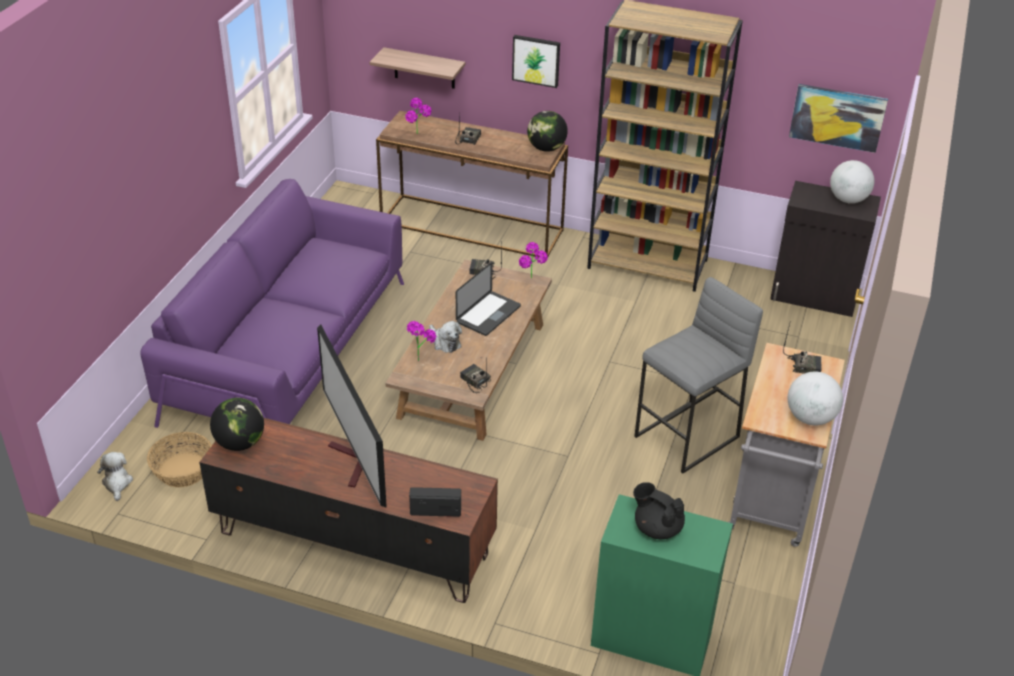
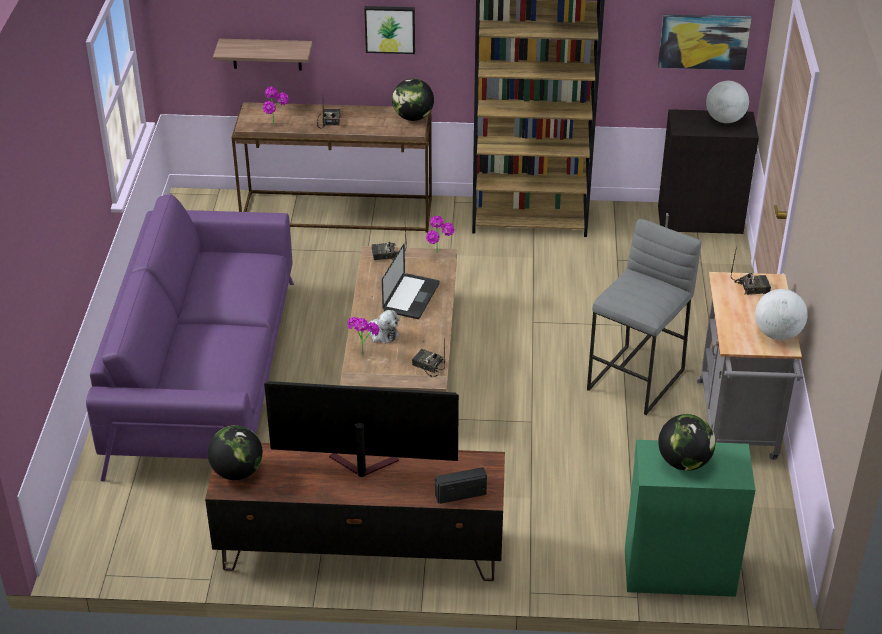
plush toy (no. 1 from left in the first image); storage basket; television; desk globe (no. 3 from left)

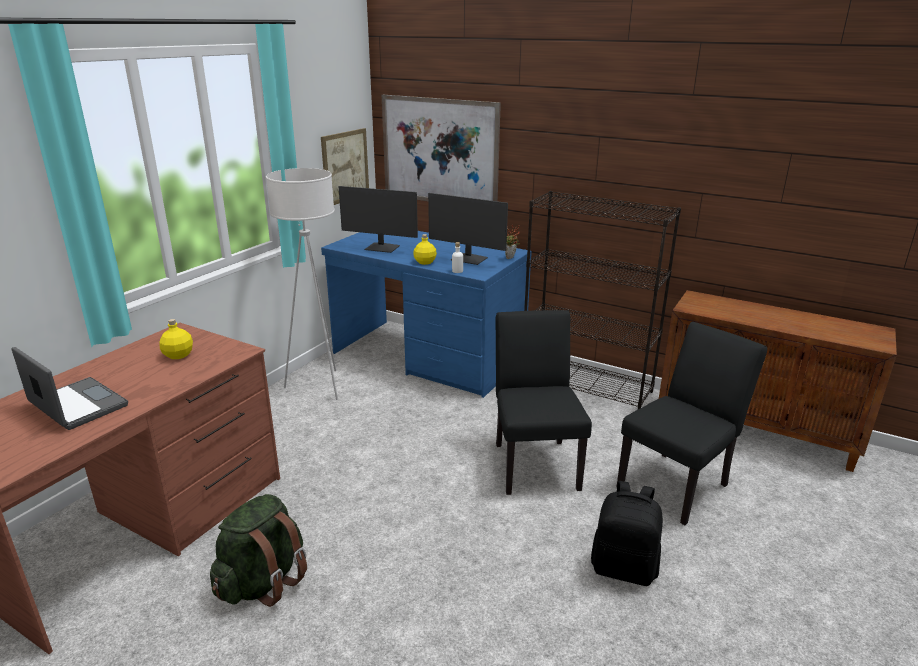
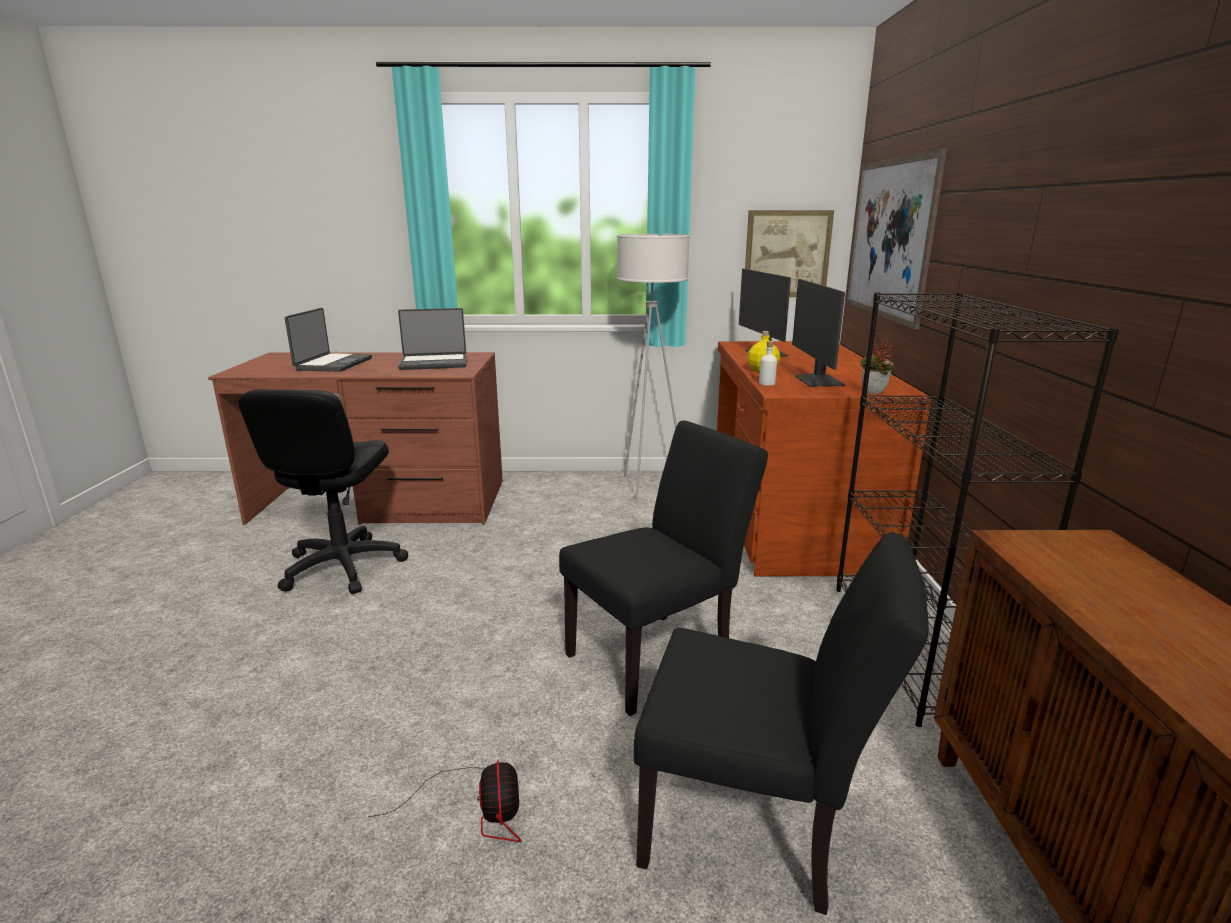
portable computer (no. 2 from left); computer chair (blackish); desk unit (brownish) (no. 2 from left); fan

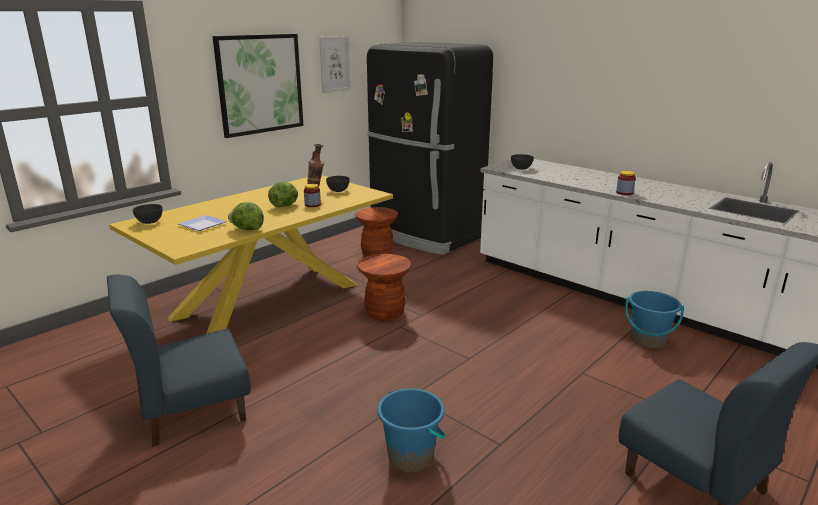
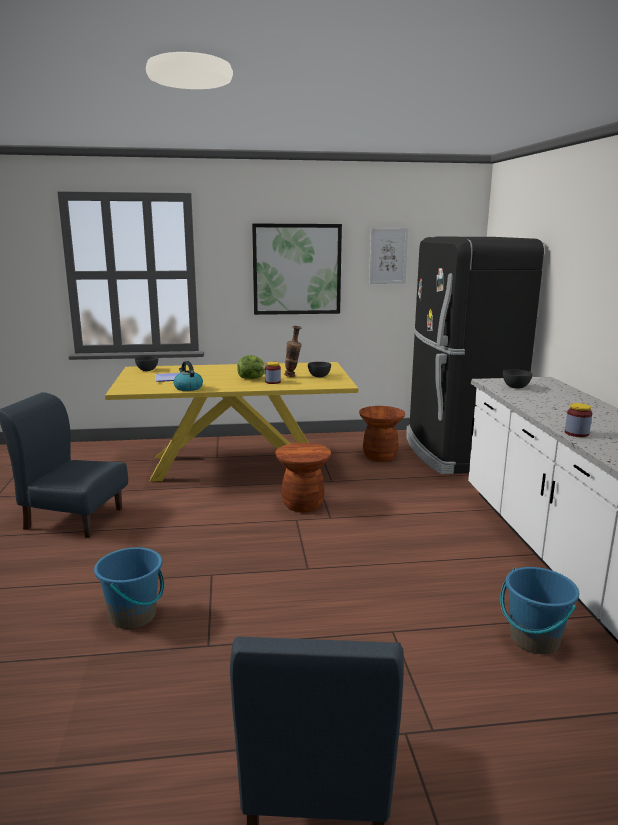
kettle

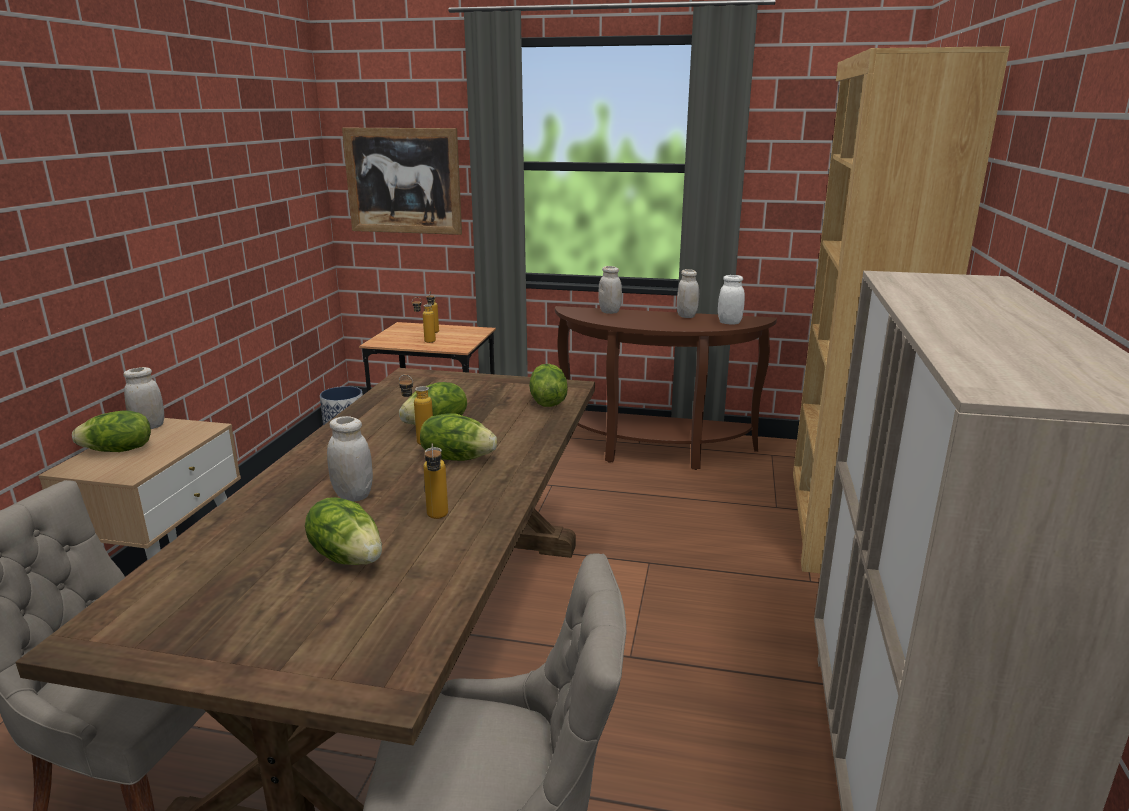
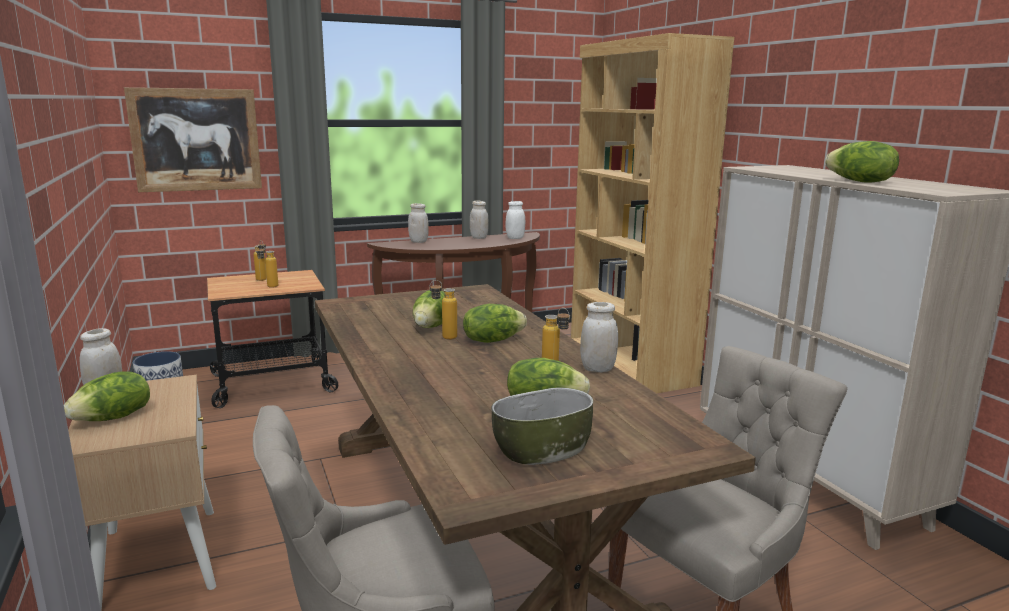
storage jar (white) (no. 5 from left); lettuce head (no. 5 from left); serving bowl

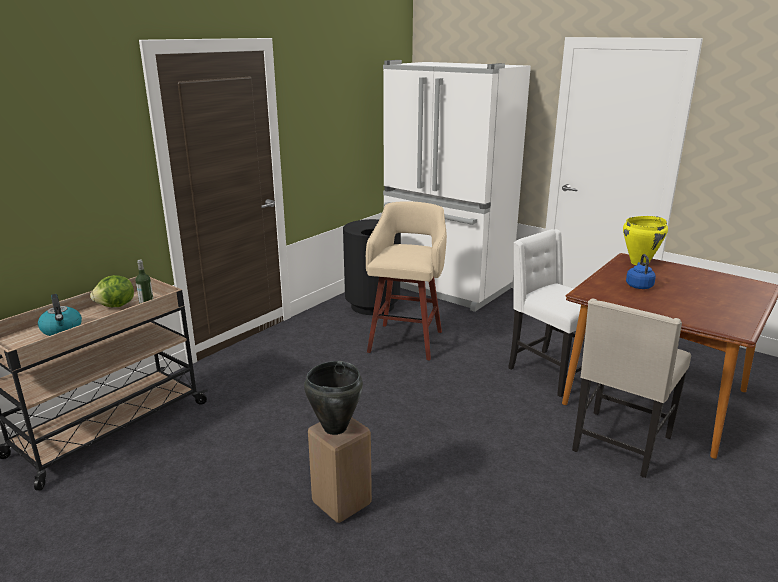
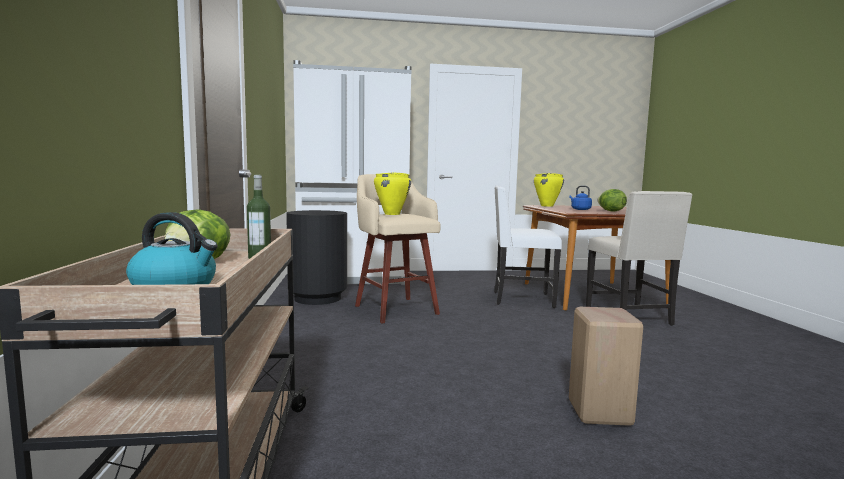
stockpot (blackish); stockpot (yellowish) (no. 1 from left); lettuce head (no. 2 from left)

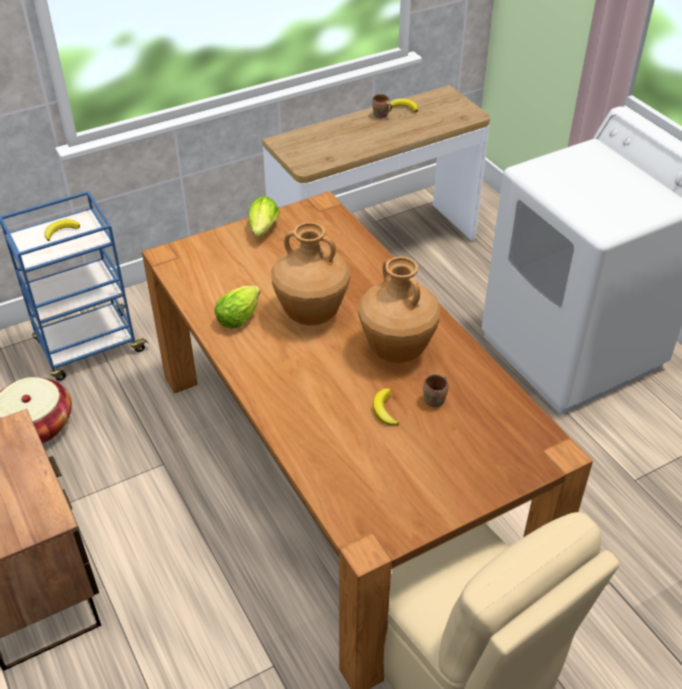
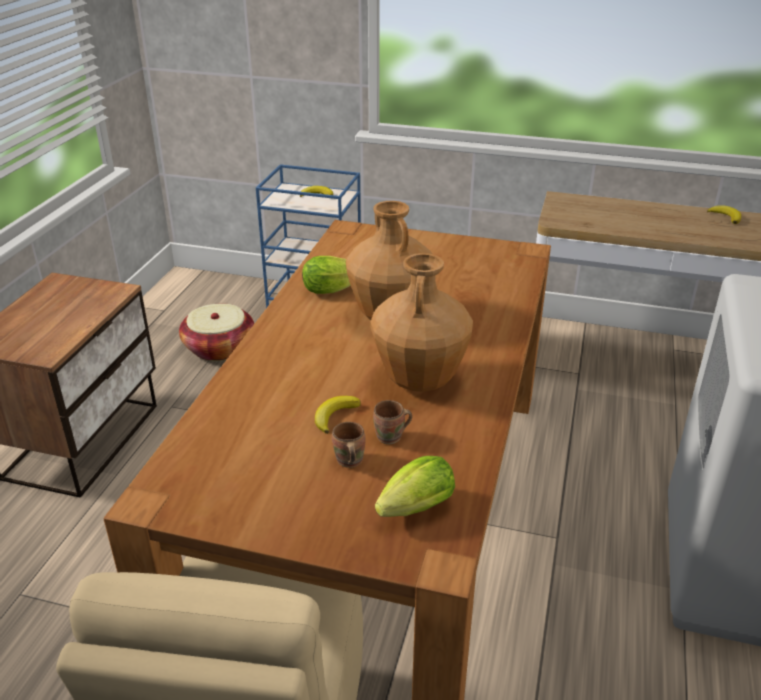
lettuce head (no. 2 from left); coffee mug (brownish) (no. 1 from left)

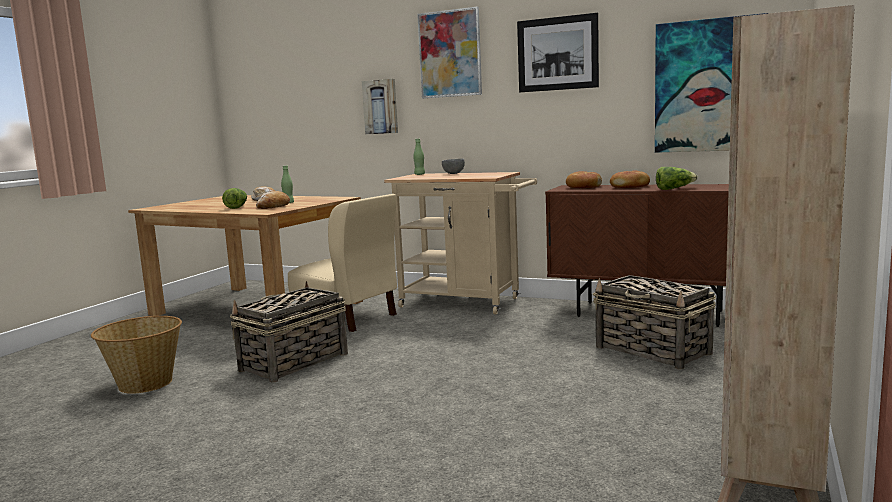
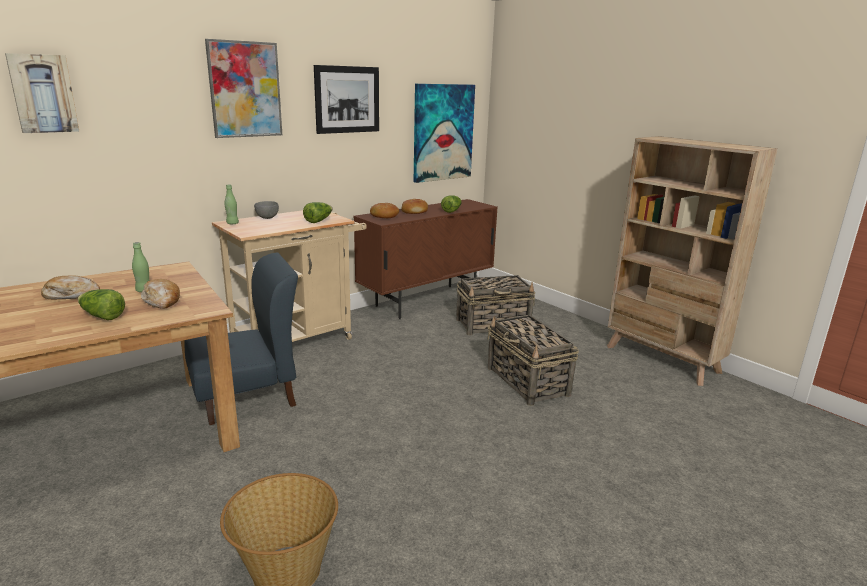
storage basket (no. 3 from left); chair (blue-coloured); wall art (no. 1 from left); lettuce head (no. 2 from left)

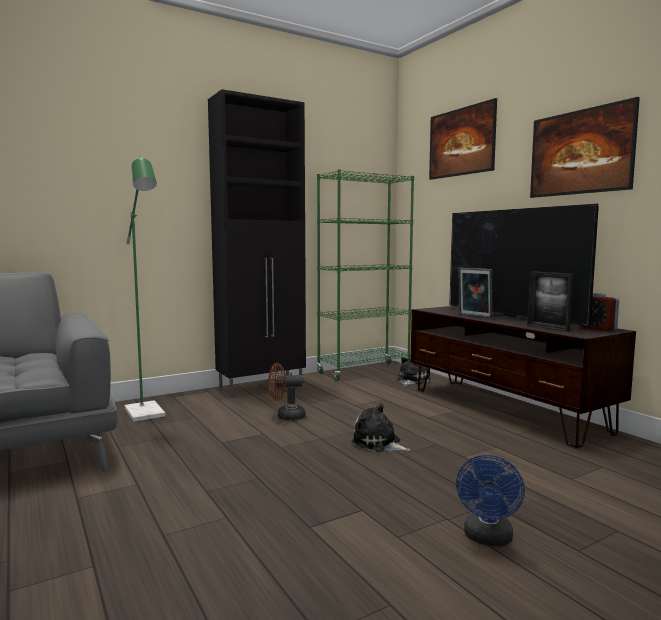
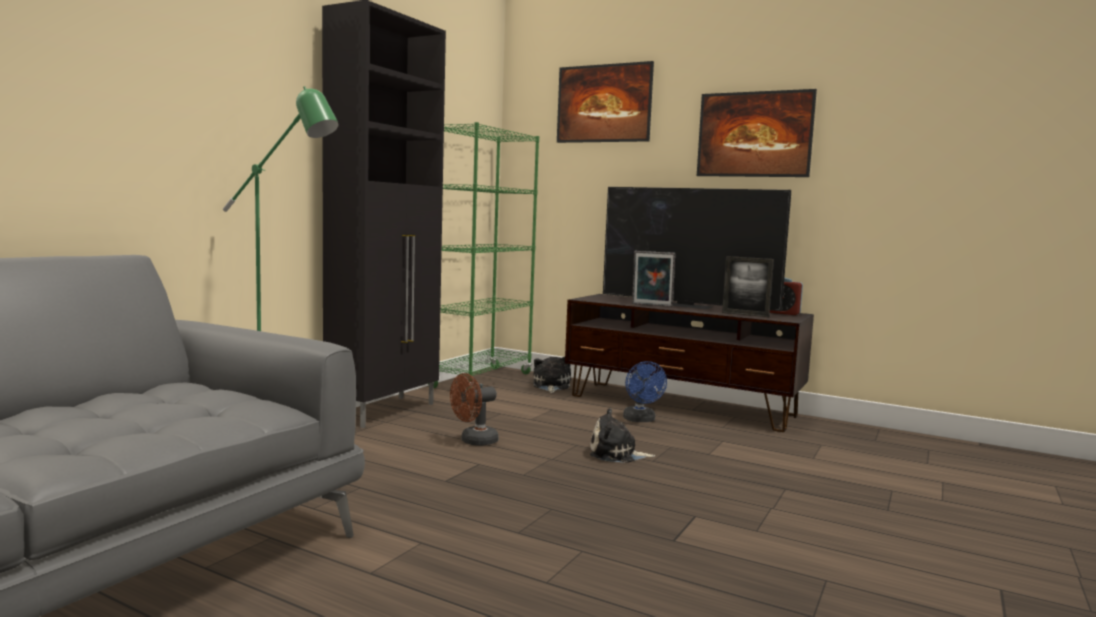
fan (blue-coloured)

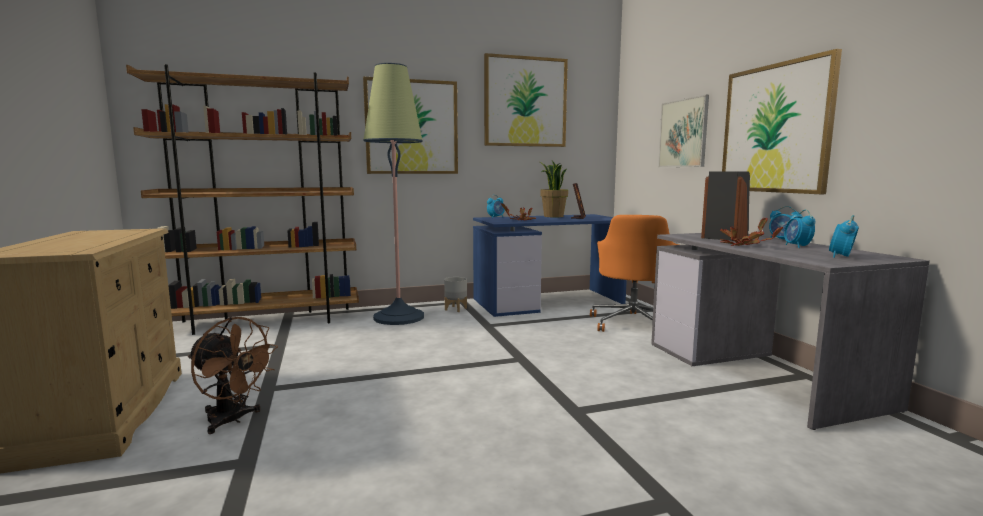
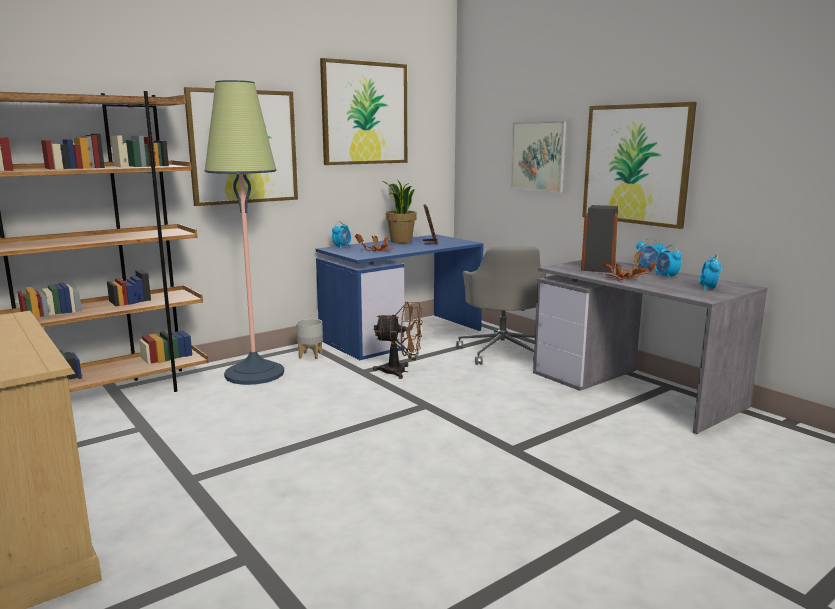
fan (brownish); computer chair (gray)

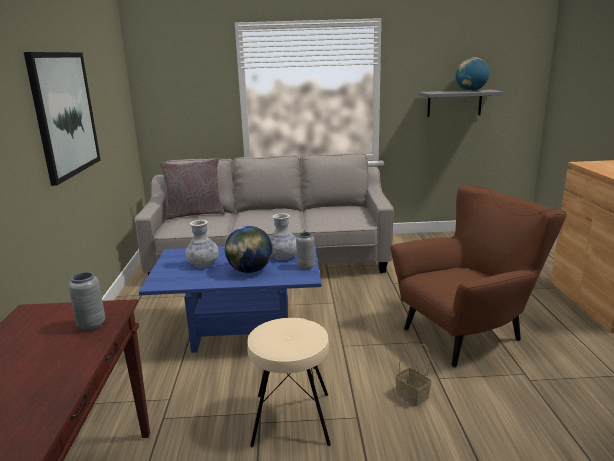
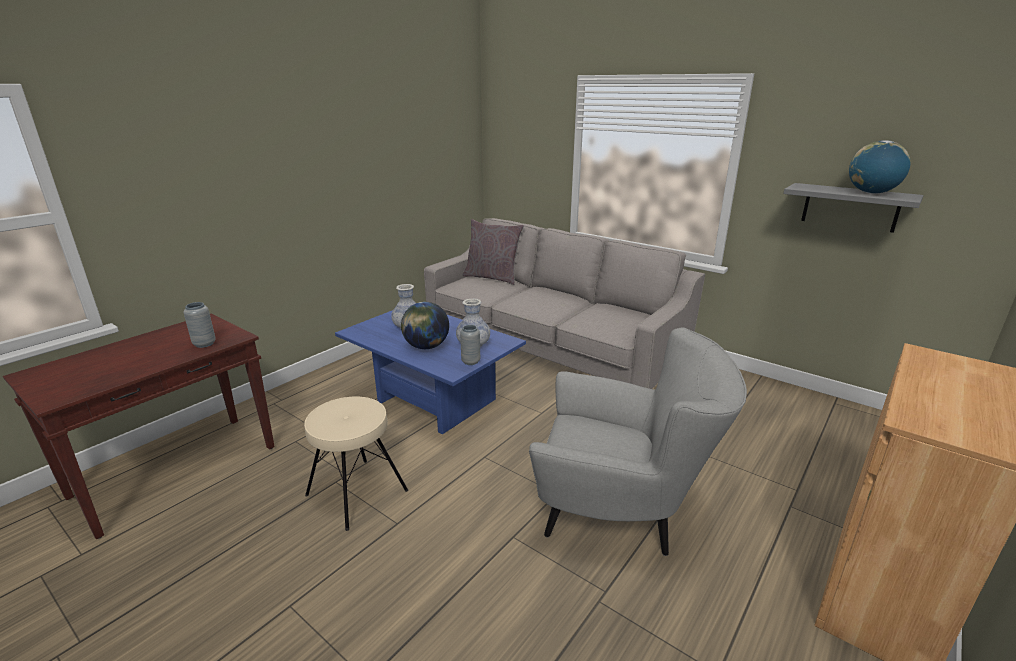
wall art; armchair (gray); storage basket

